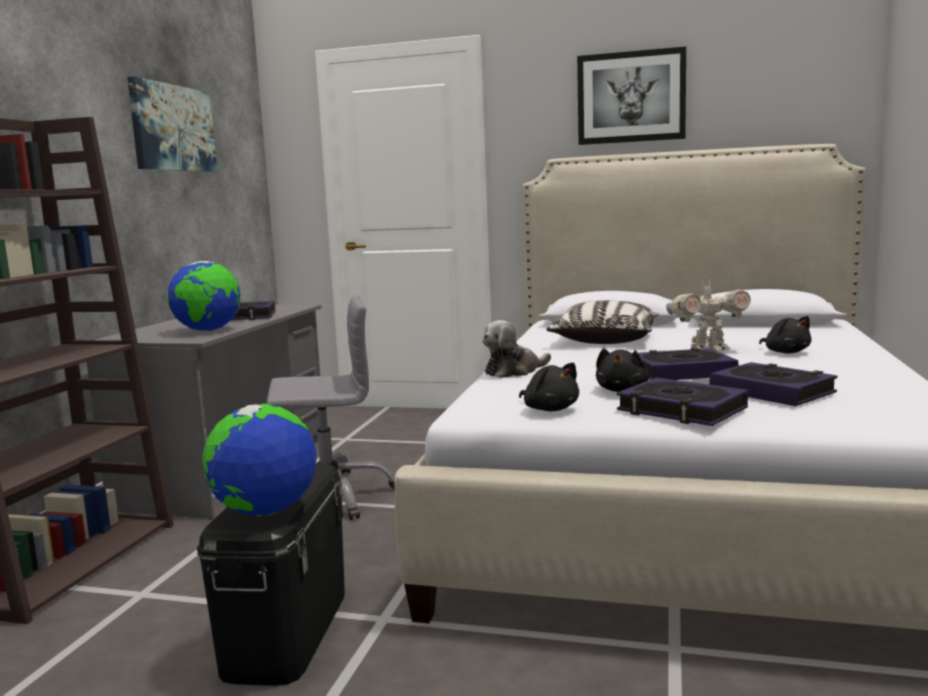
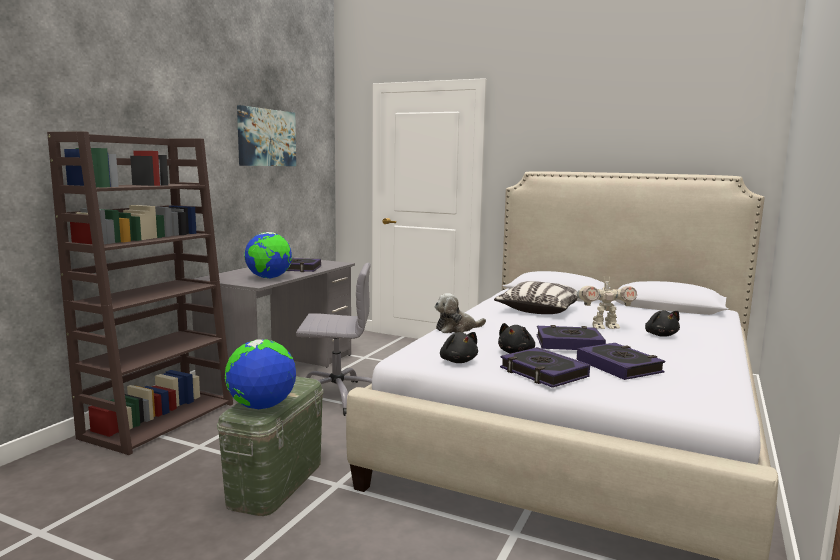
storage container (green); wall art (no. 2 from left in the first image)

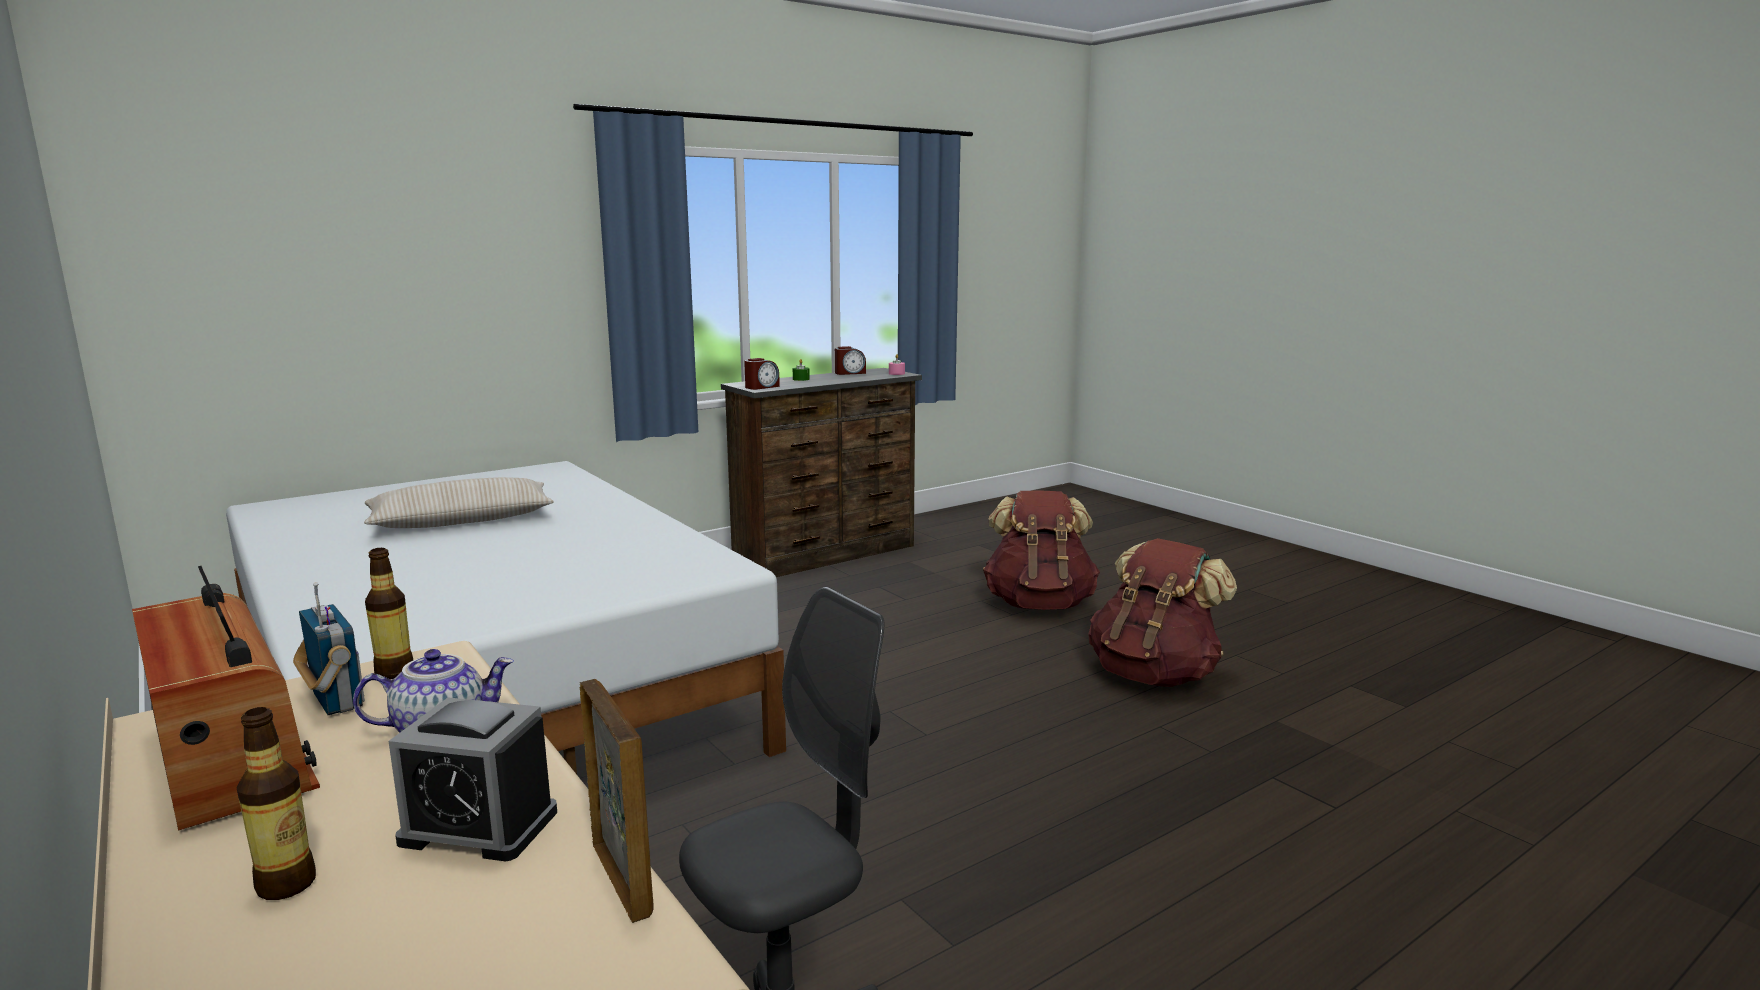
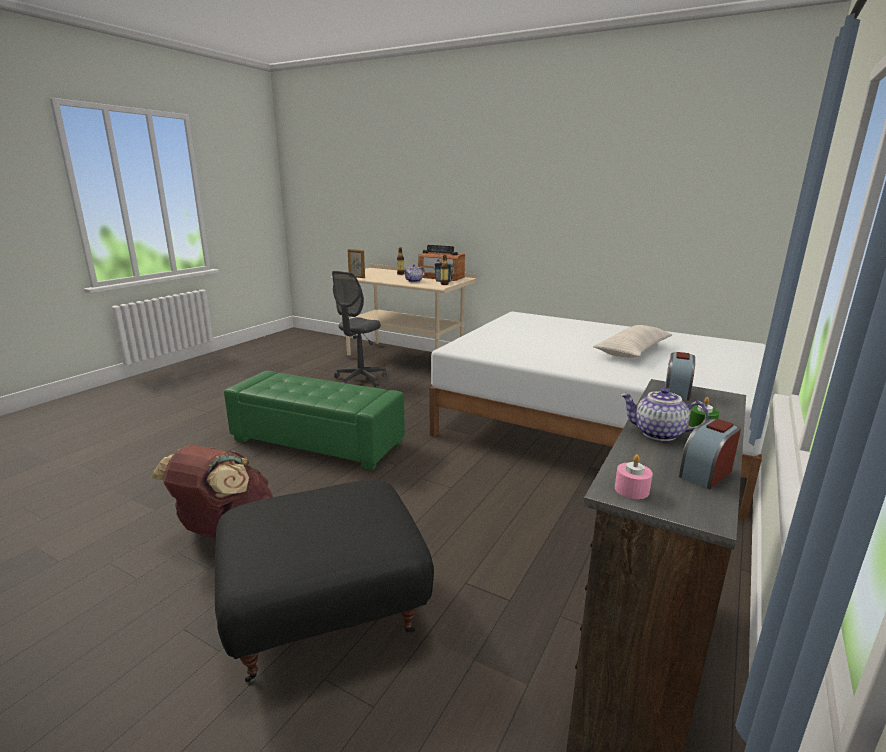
alarm clock (no. 1 from left in the first image); footrest (blackish); footrest (green); pot for tea (no. 2 from left)

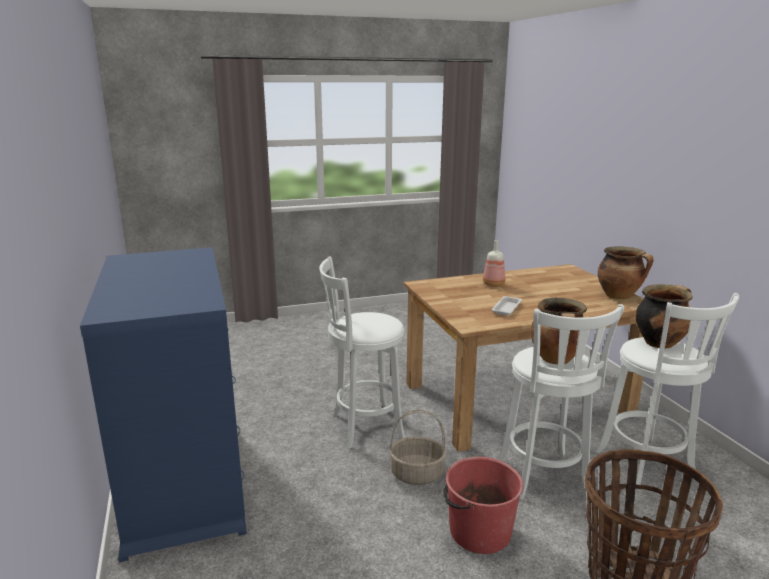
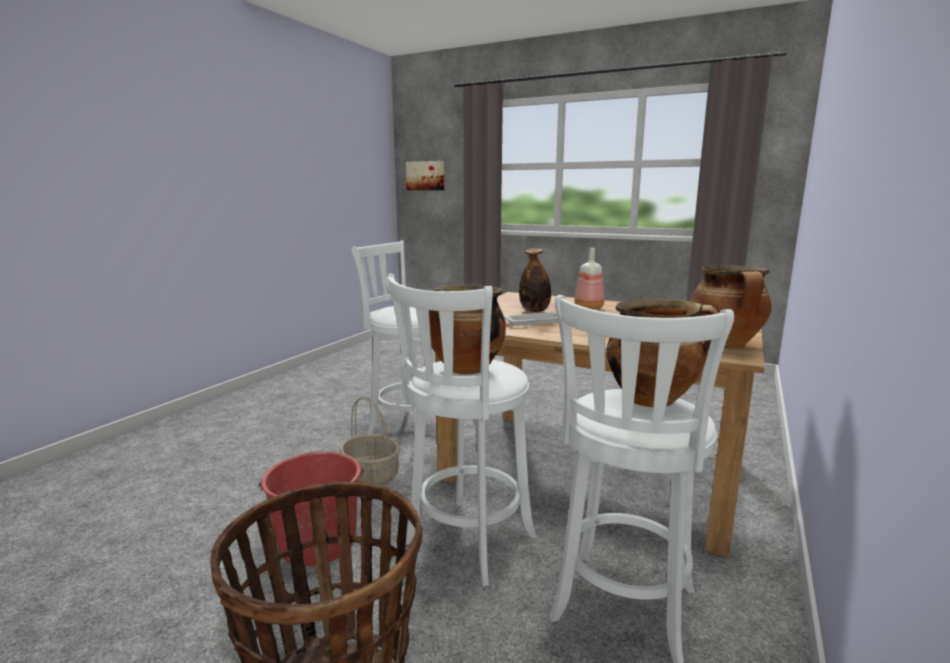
chest of drawers (blue-coloured); wall art; drink bottle (no. 1 from left)

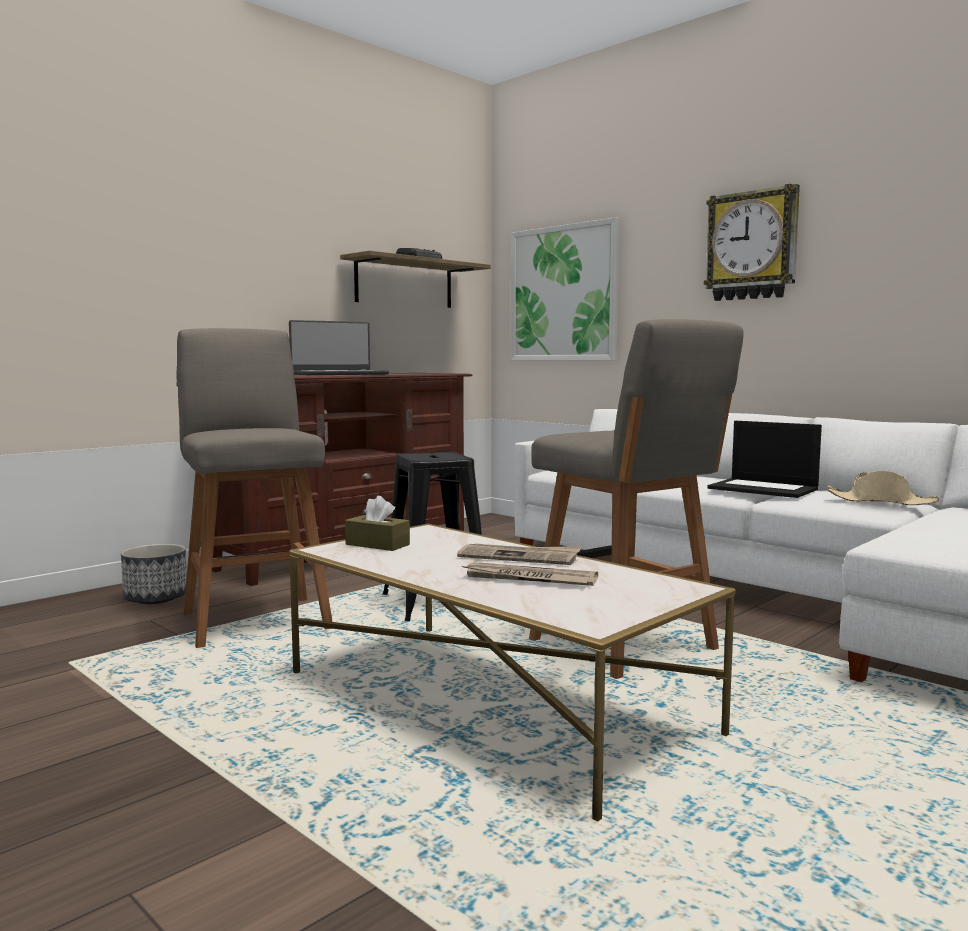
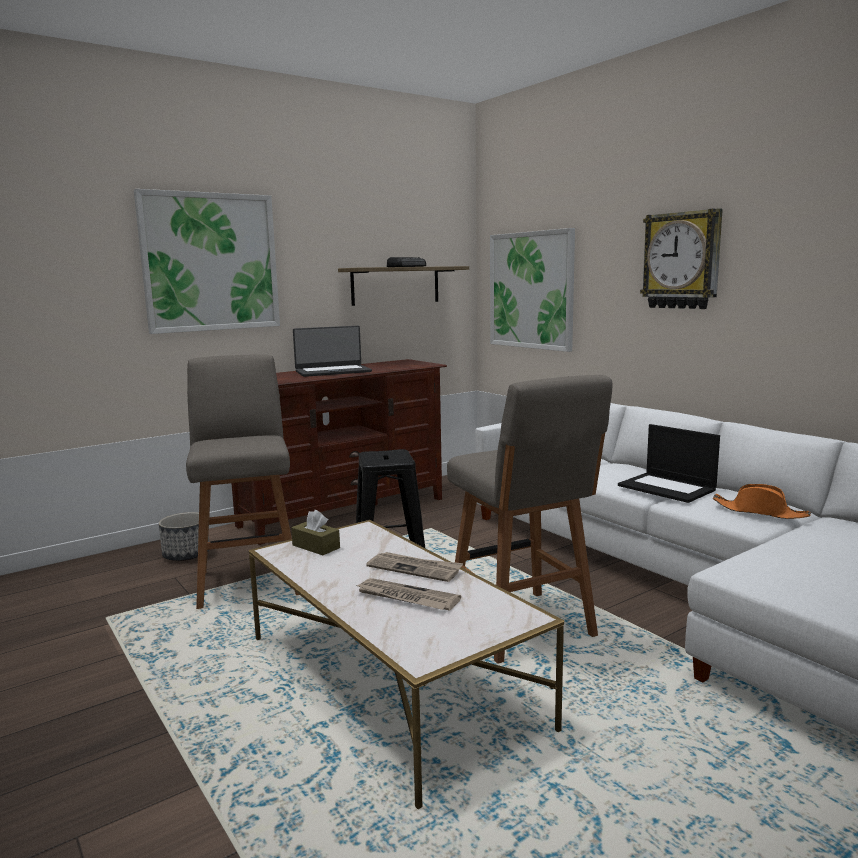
wearable hat (orange-coloured); wall art (no. 1 from left)

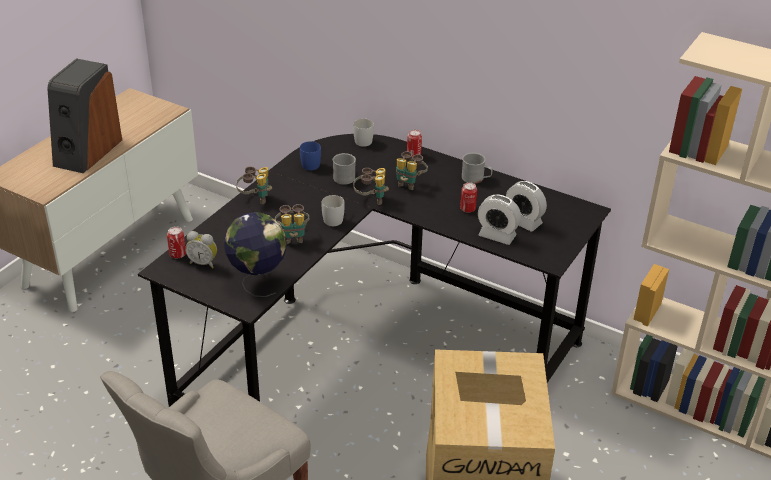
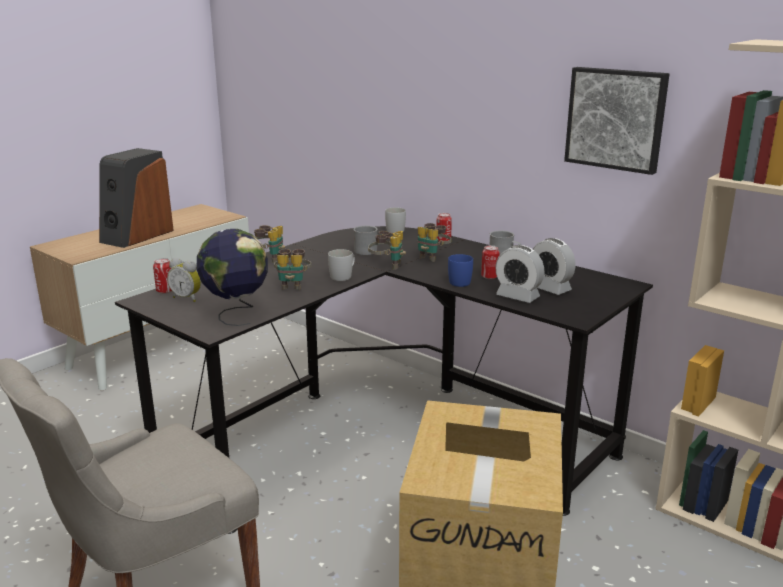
coffee mug (blue-coloured); wall art

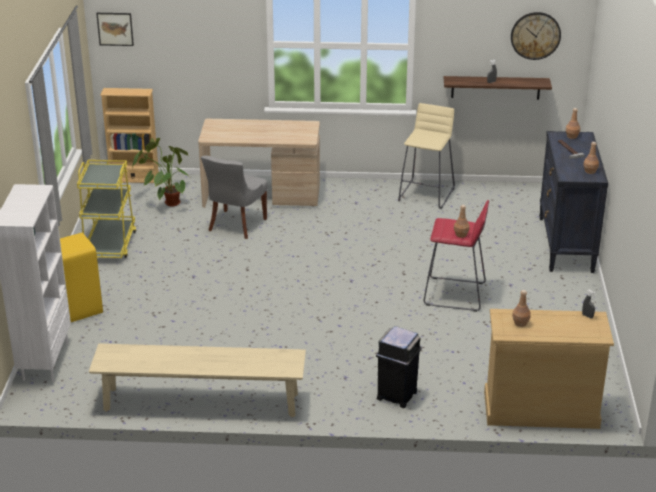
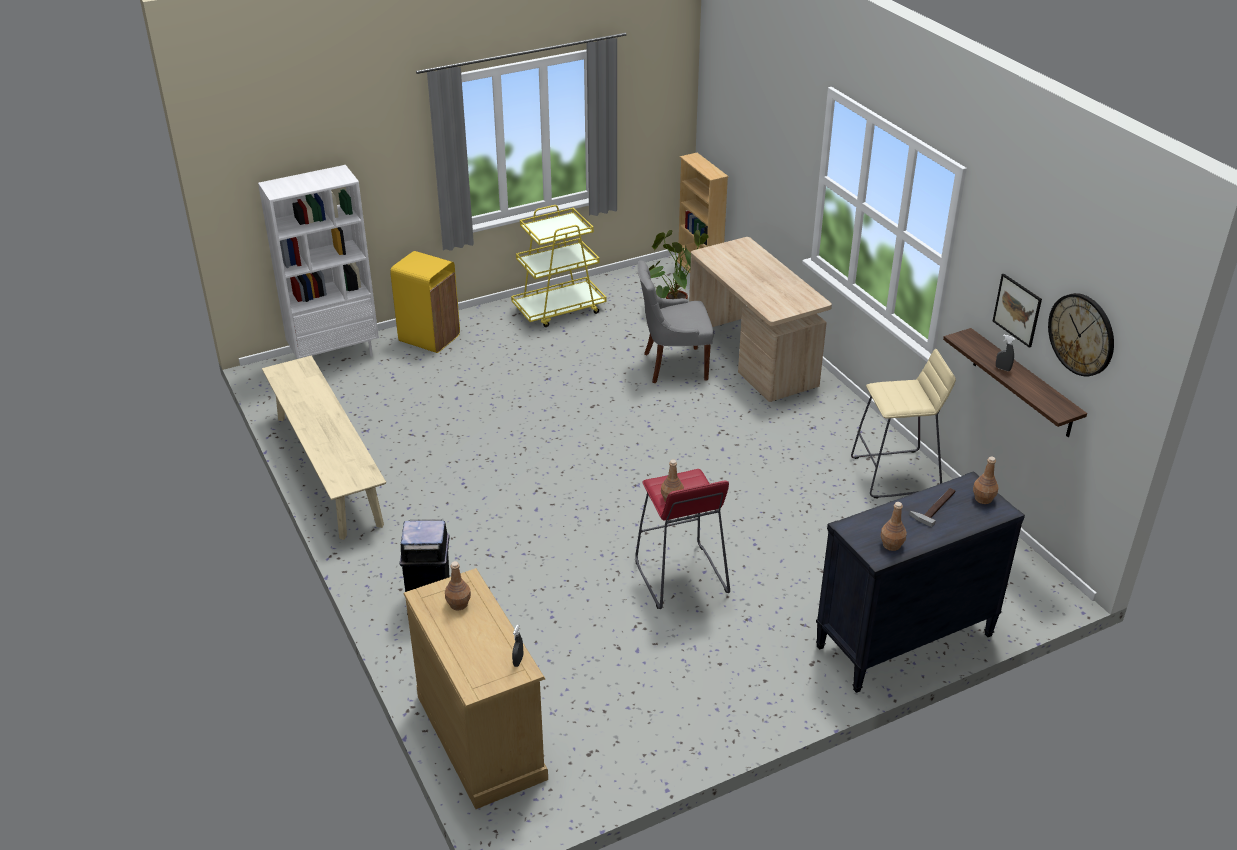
wall art

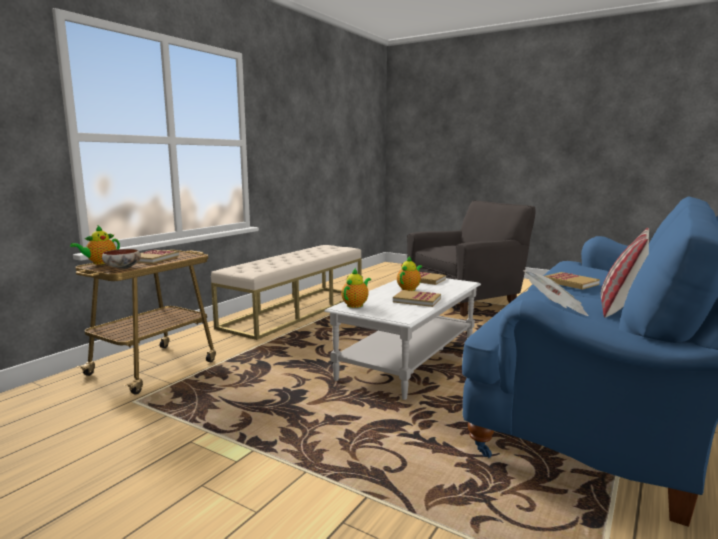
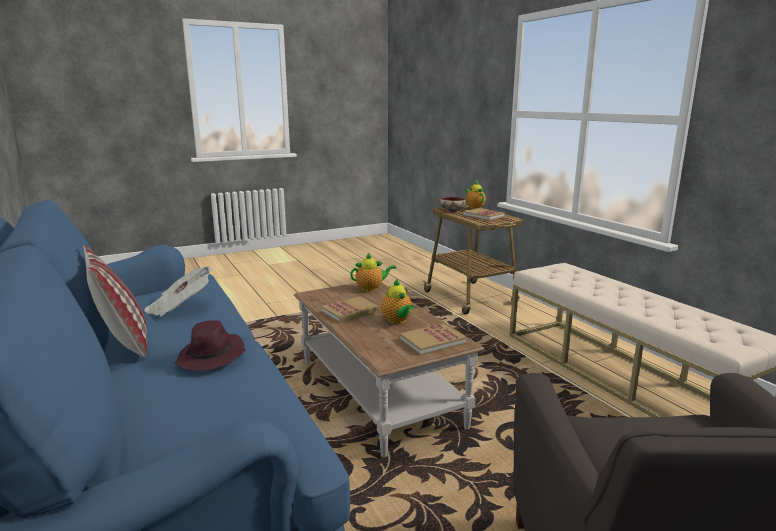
coffee table (brownish); pot for tea (no. 1 from left); wearable hat (purplish)

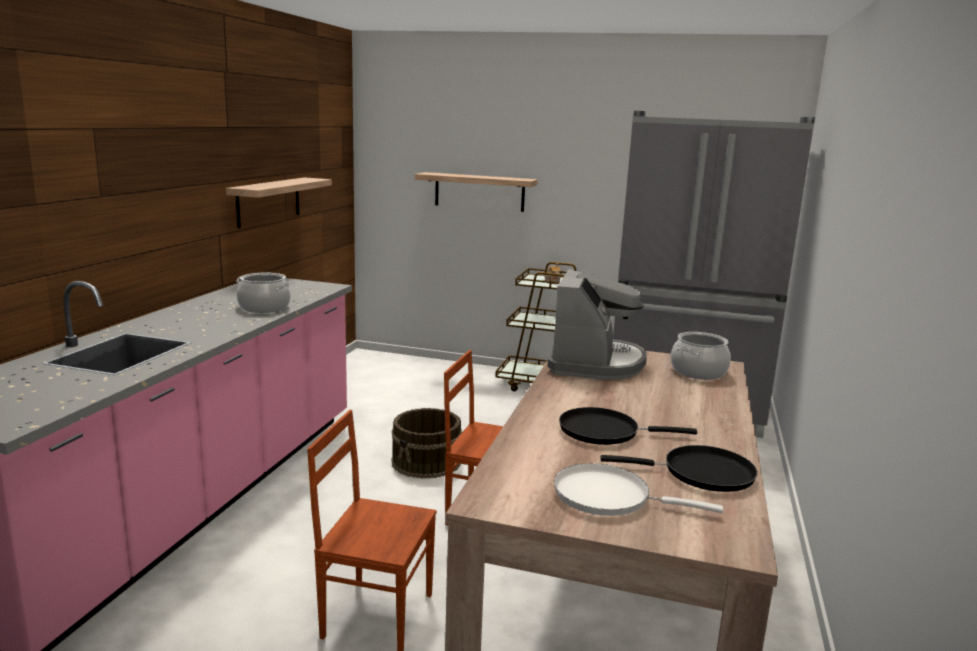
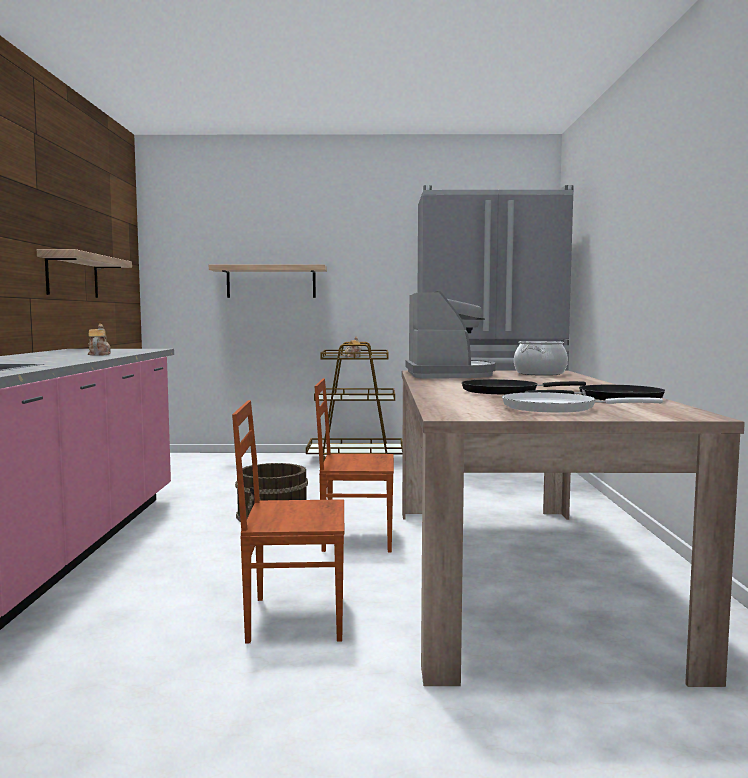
pot for tea (no. 1 from left)

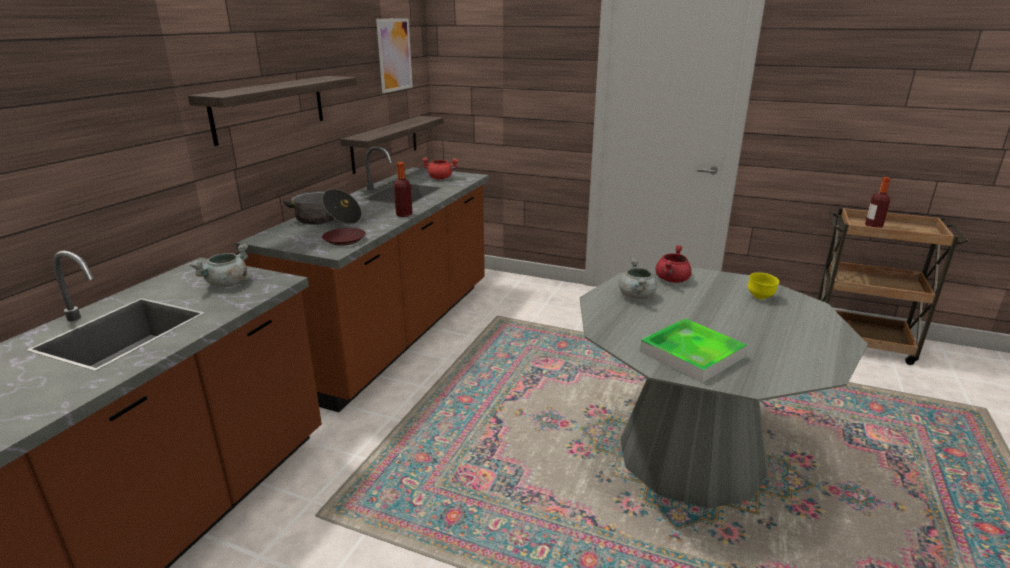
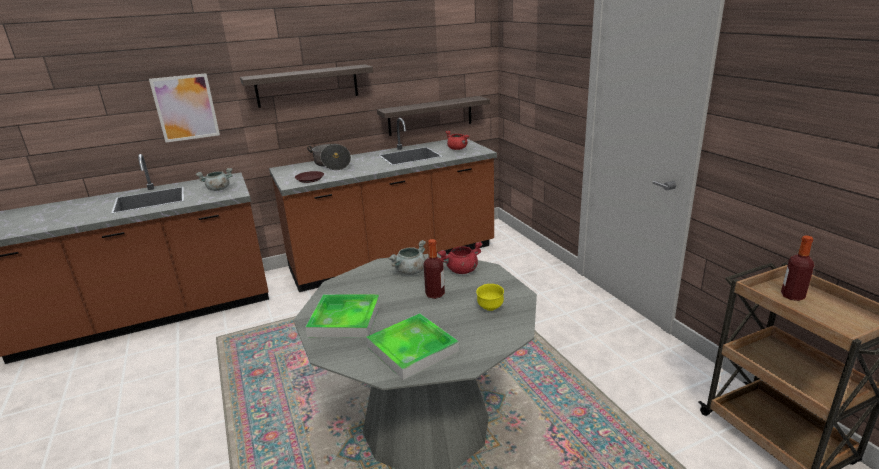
wall art; drink bottle (no. 1 from left); serving tray (no. 2 from left)

